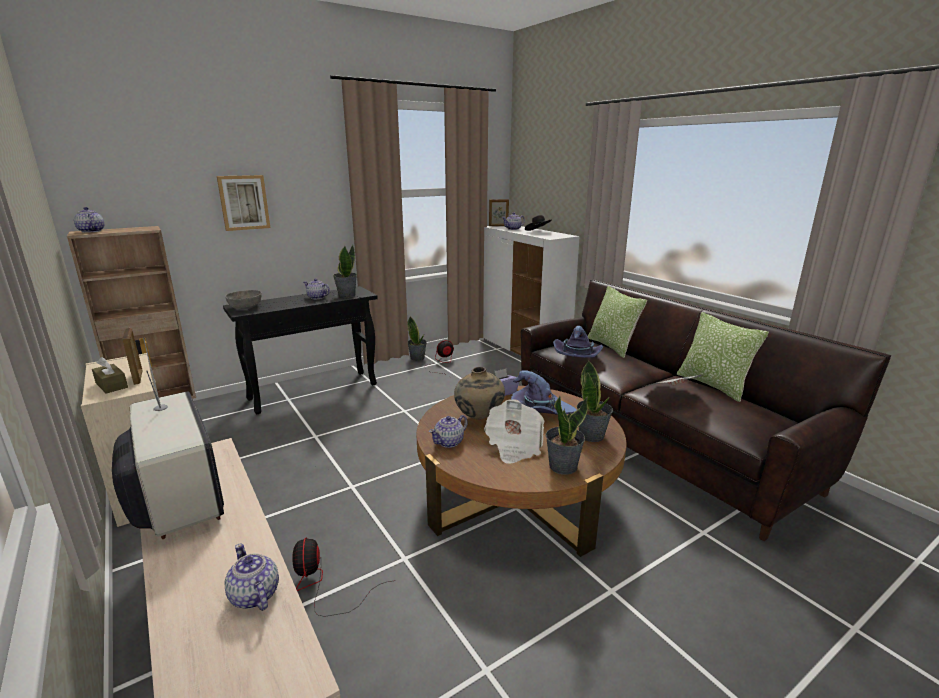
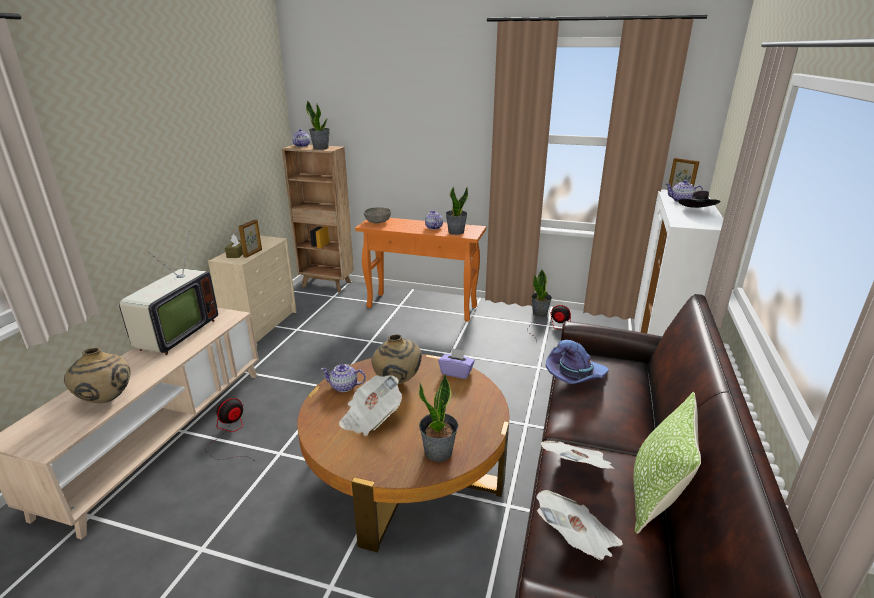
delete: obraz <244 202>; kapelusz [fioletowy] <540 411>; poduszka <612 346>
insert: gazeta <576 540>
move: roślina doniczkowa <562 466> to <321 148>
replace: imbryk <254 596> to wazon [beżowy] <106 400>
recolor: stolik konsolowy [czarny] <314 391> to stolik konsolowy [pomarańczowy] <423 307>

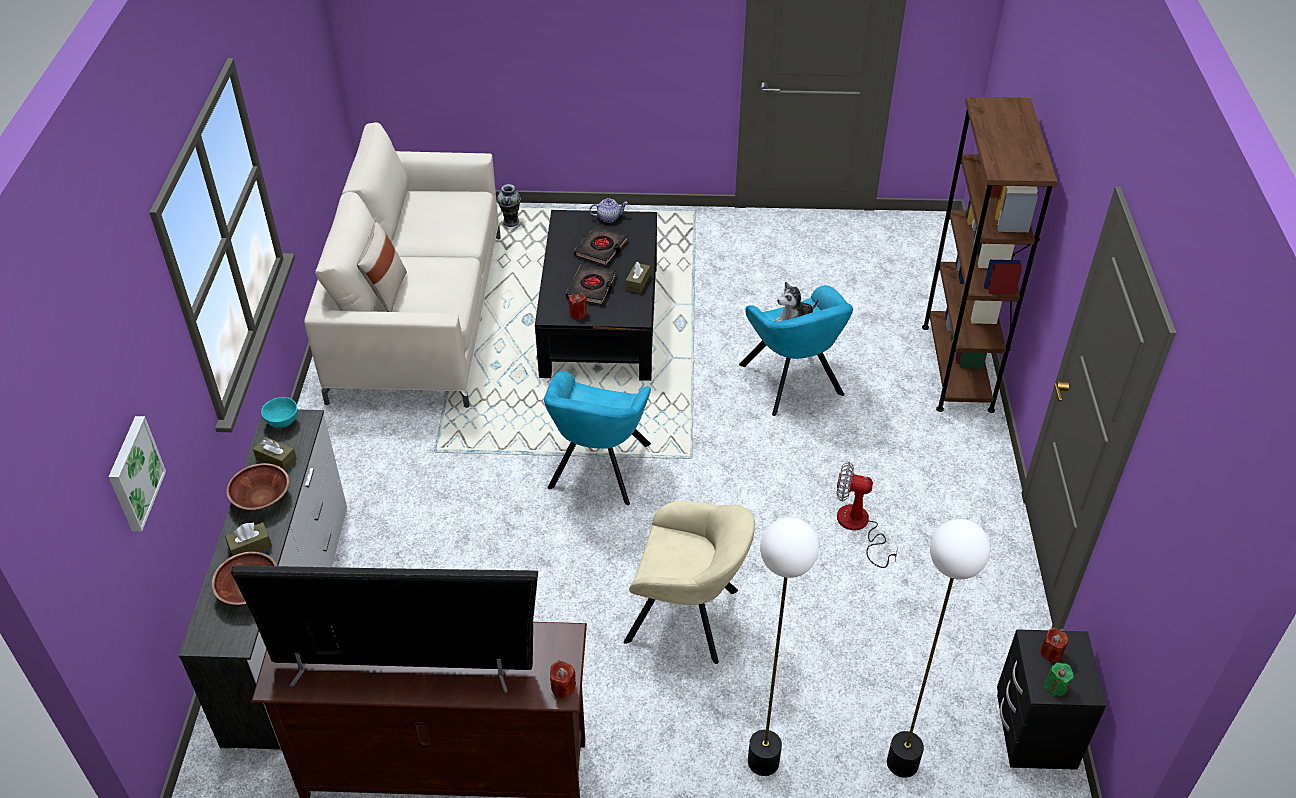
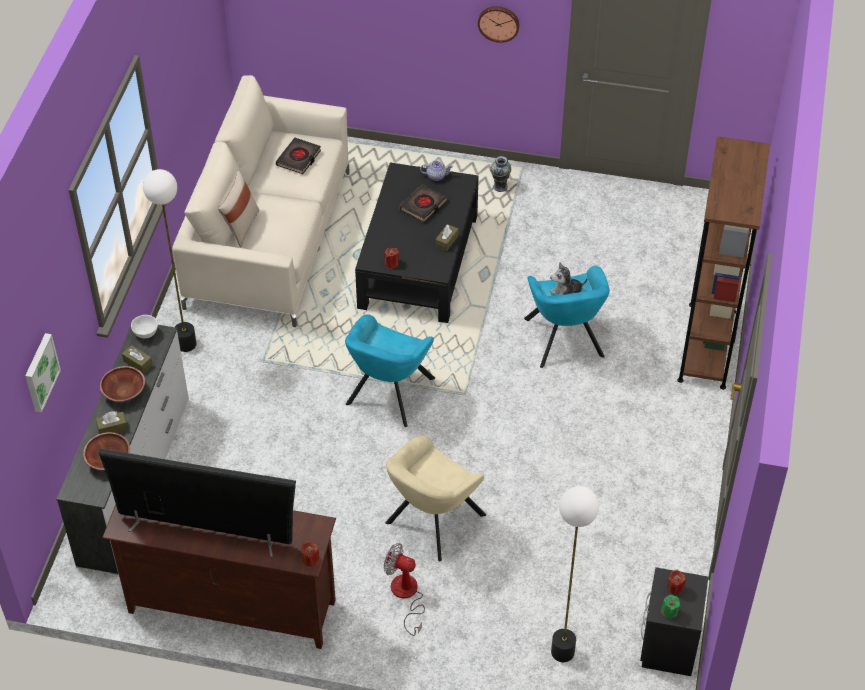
insert: zegar ścienny <499 22>
move: lampa stojąca <764 761> to <186 344>; książka [czarny] <592 288> to <299 158>; wentylator <858 527> to <406 596>; wazon <511 222> to <500 187>
recolor: miska [turkusowy] <283 422> to miska [biały] <146 334>
rotate: fotel [beżowy] <688 617> = <432 522> 105 degrees clockwise

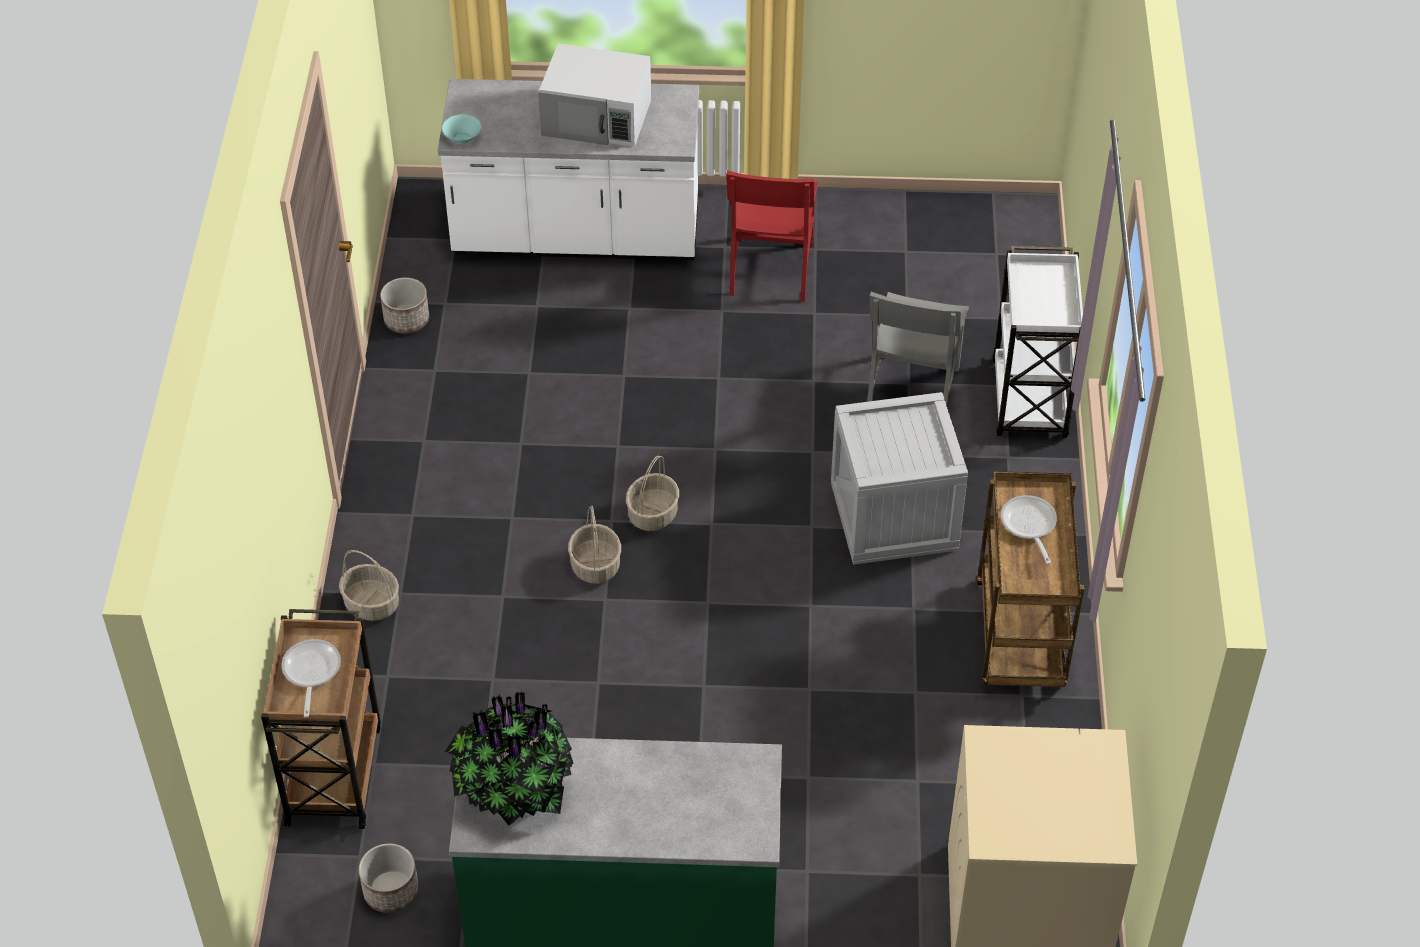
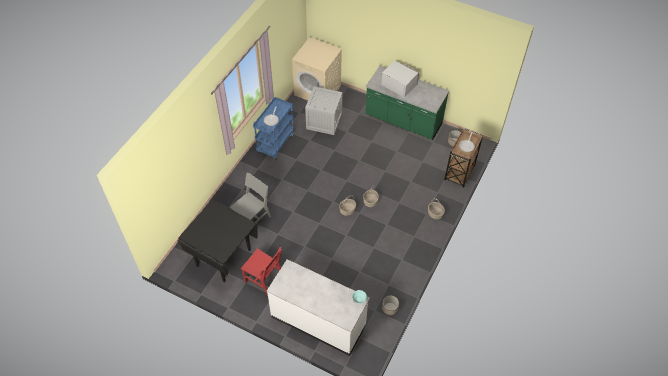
delete: roślina doniczkowa <513 790>; wózek [biały] <1029 401>
insert: stół jadalny [czarny] <223 257>
move: skrzynka <895 518> to <324 121>; mikrofalówka [biały] <597 117> to <398 84>
recolor: wózek [brązowy] <1021 637> to wózek [niebieski] <275 143>
rotate: krzesło [czerwony] <771 269> = <264 280> 90 degrees clockwise

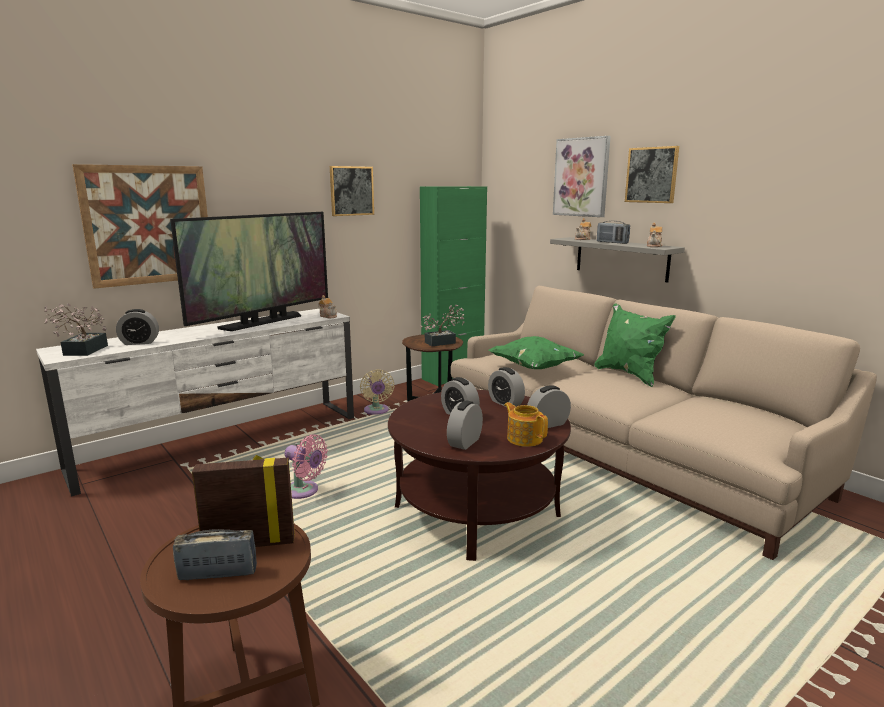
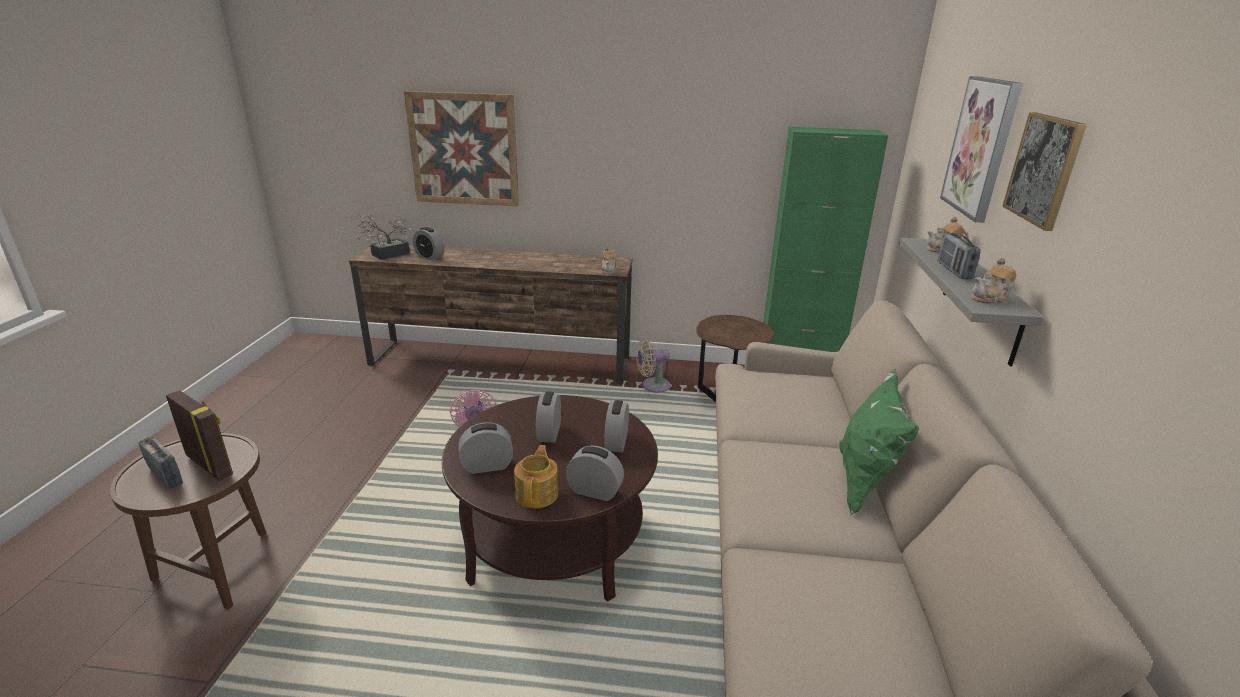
delete: telewizor <263 322>; obraz <351 191>; roślina doniczkowa <443 342>; poduszka [zielony] <533 368>
recolor: szafka pod telewizor [biały] <224 441> to szafka pod telewizor [brązowy] <501 362>
rotate: wentylator [beżowy] <376 411> = <652 386> 45 degrees clockwise

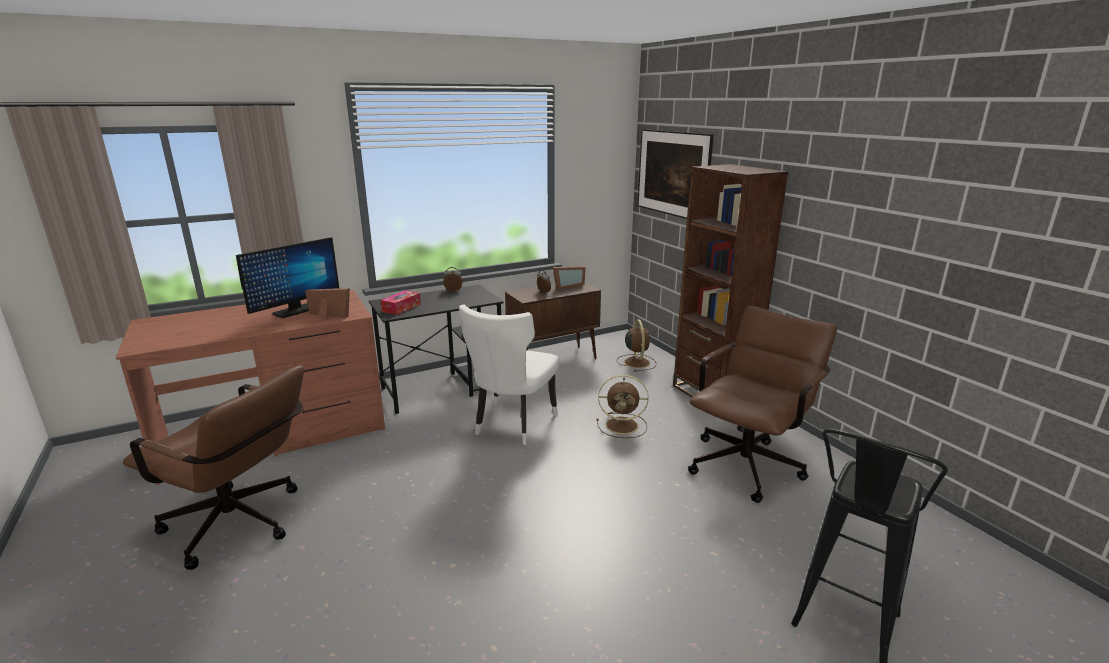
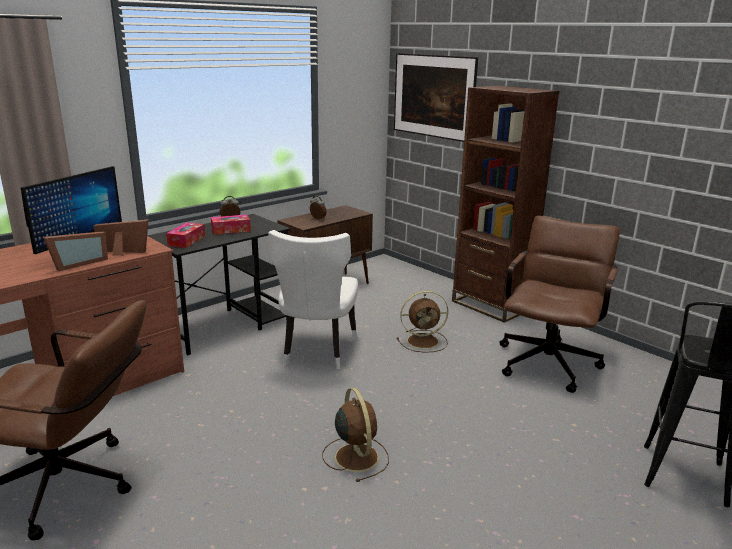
insert: pudełko chusteczek <231 230>
move: ramka na zdjęcie <567 286> to <77 263>; wentylator [brązowy] <636 362> to <356 456>

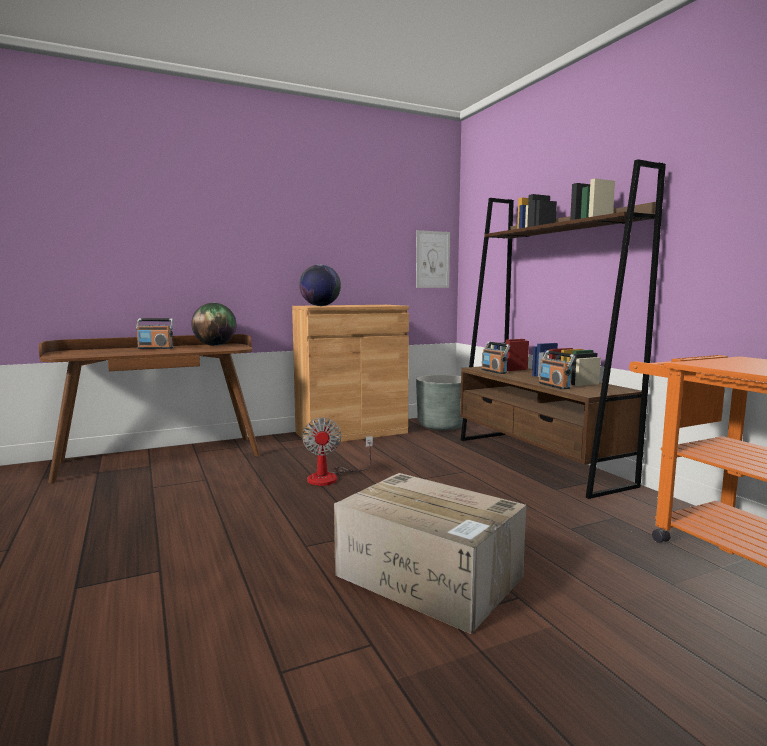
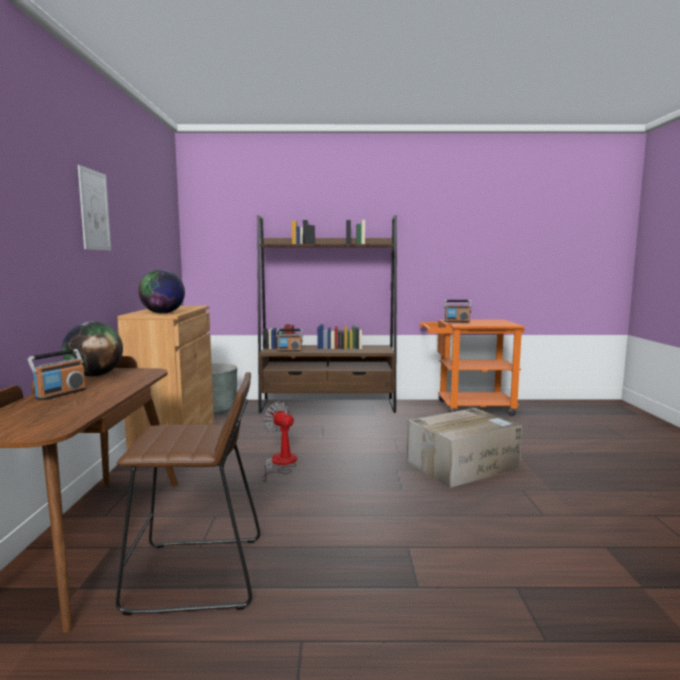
insert: stołek [brązowy] <196 574>
move: obraz <432 259> to <94 210>; radio <554 386> to <457 322>
rotate: wentylator <331 477> = <281 464> 150 degrees counterclockwise

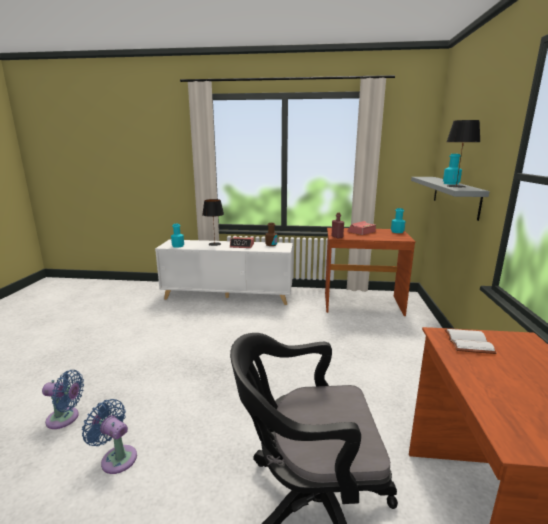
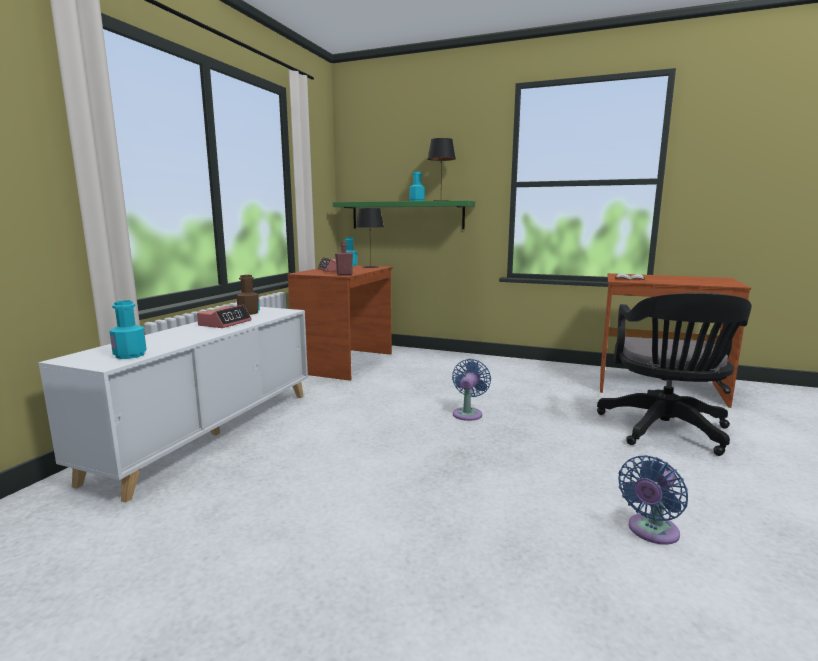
move: lampa stołowa [czarny] <214 244> to <370 267>; wentylator [niebieski] <65 418> to <468 413>
recolor: półka [szary] <455 196> to półka [zielony] <407 215>

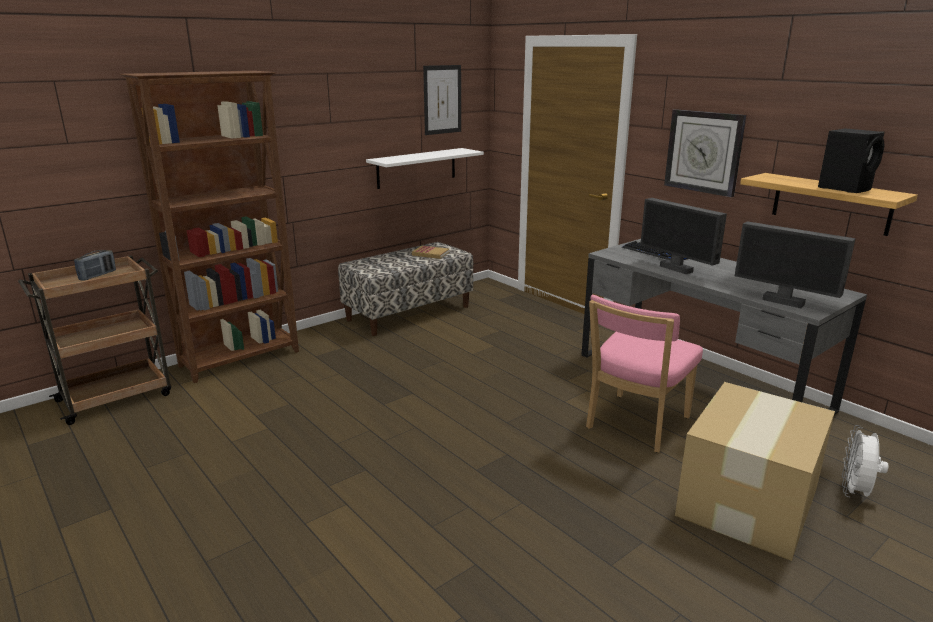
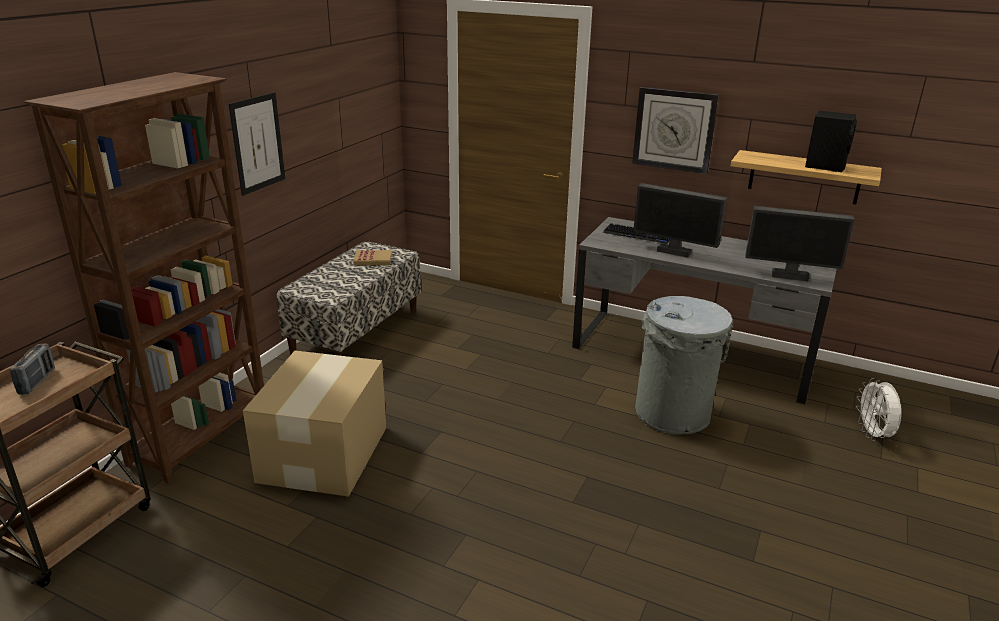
delete: półka [biały] <416 168>
move: obraz <442 99> to <257 143>; karton <745 503> to <322 455>
replace: krzesło [różowy] <635 425> to kosz na śmieci [szary] <673 414>

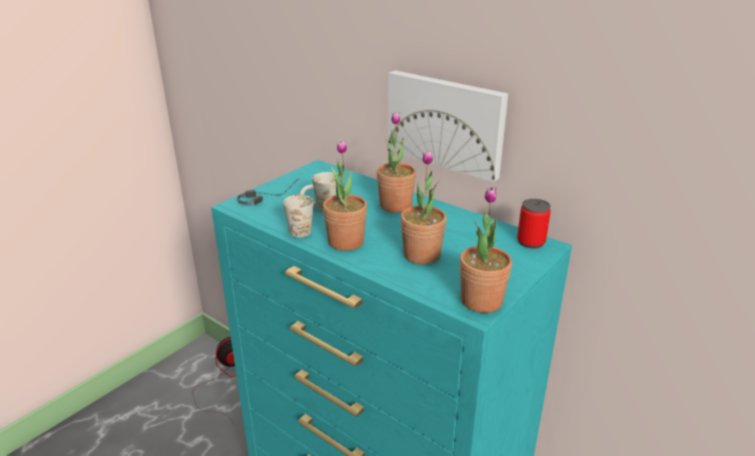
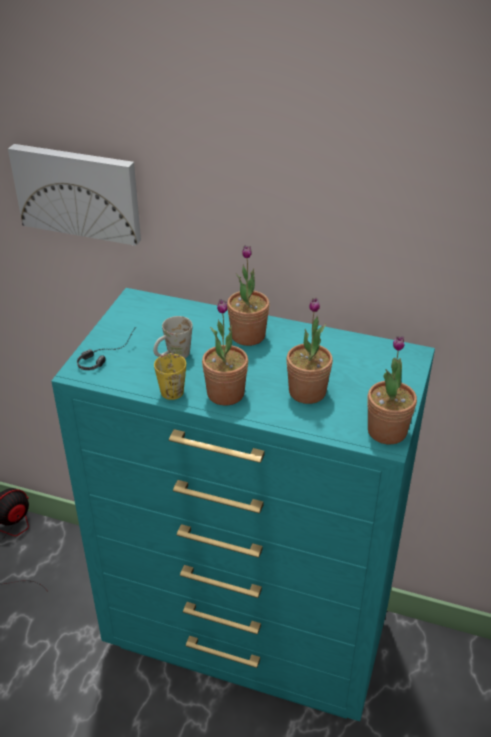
delete: puszka <531 242>
move: obraz <446 123> to <78 192>
recolor: kubek [biały] <302 228> to kubek [żółty] <171 387>

